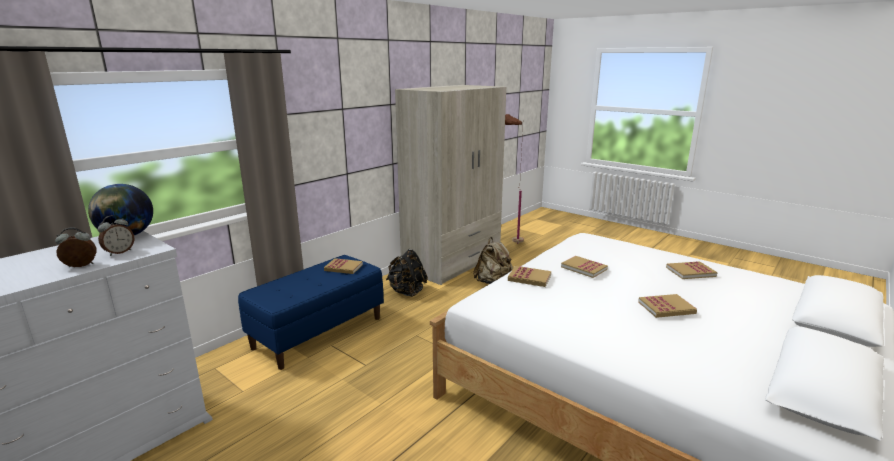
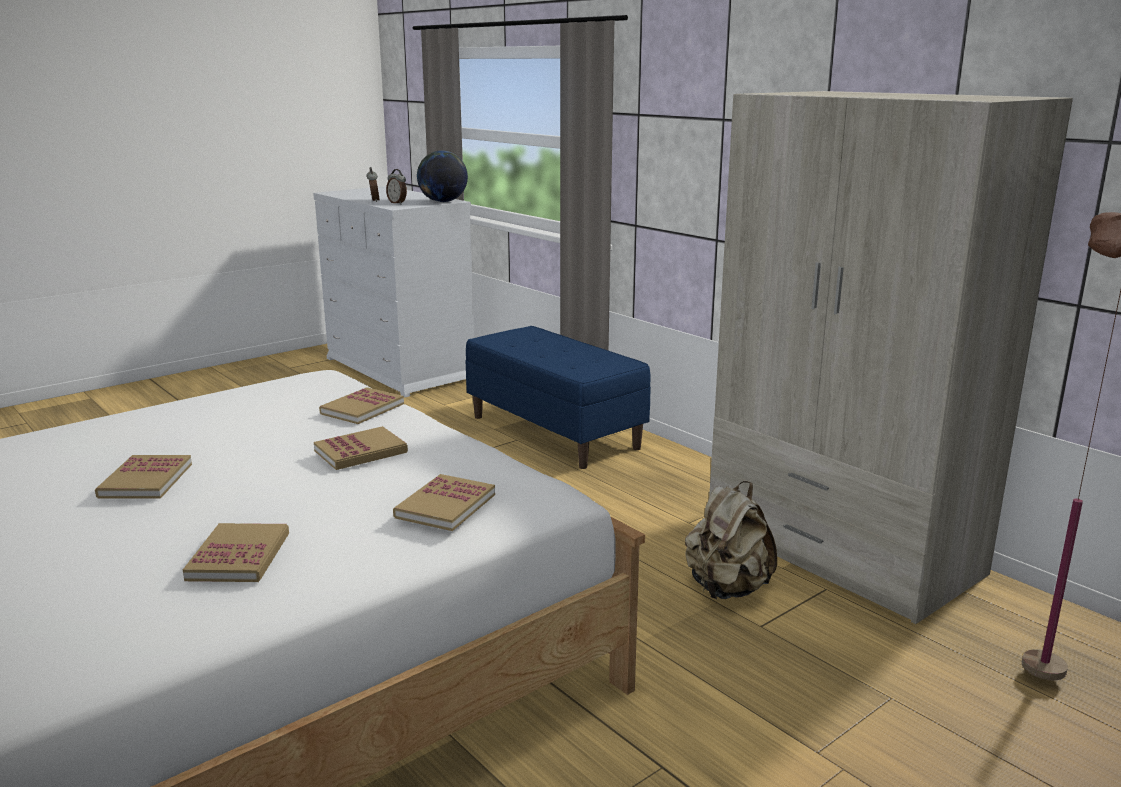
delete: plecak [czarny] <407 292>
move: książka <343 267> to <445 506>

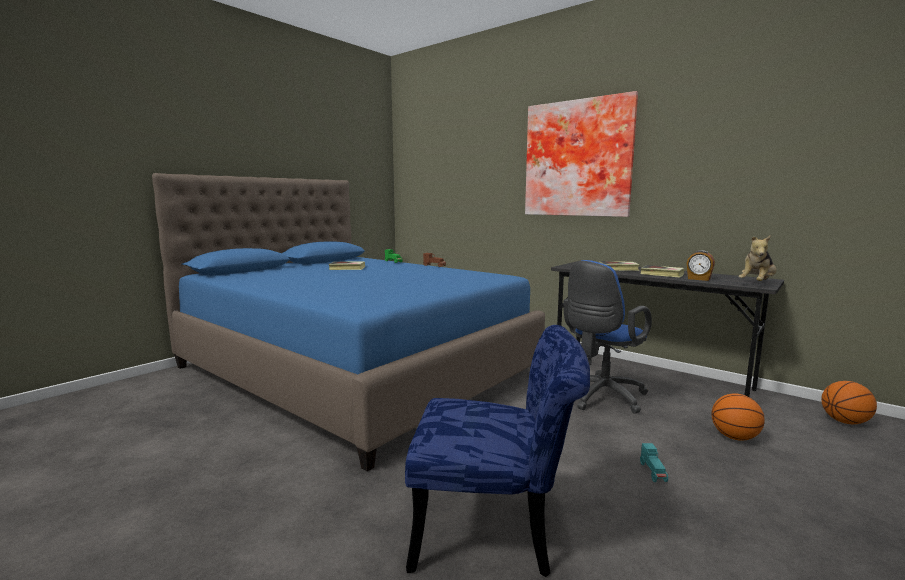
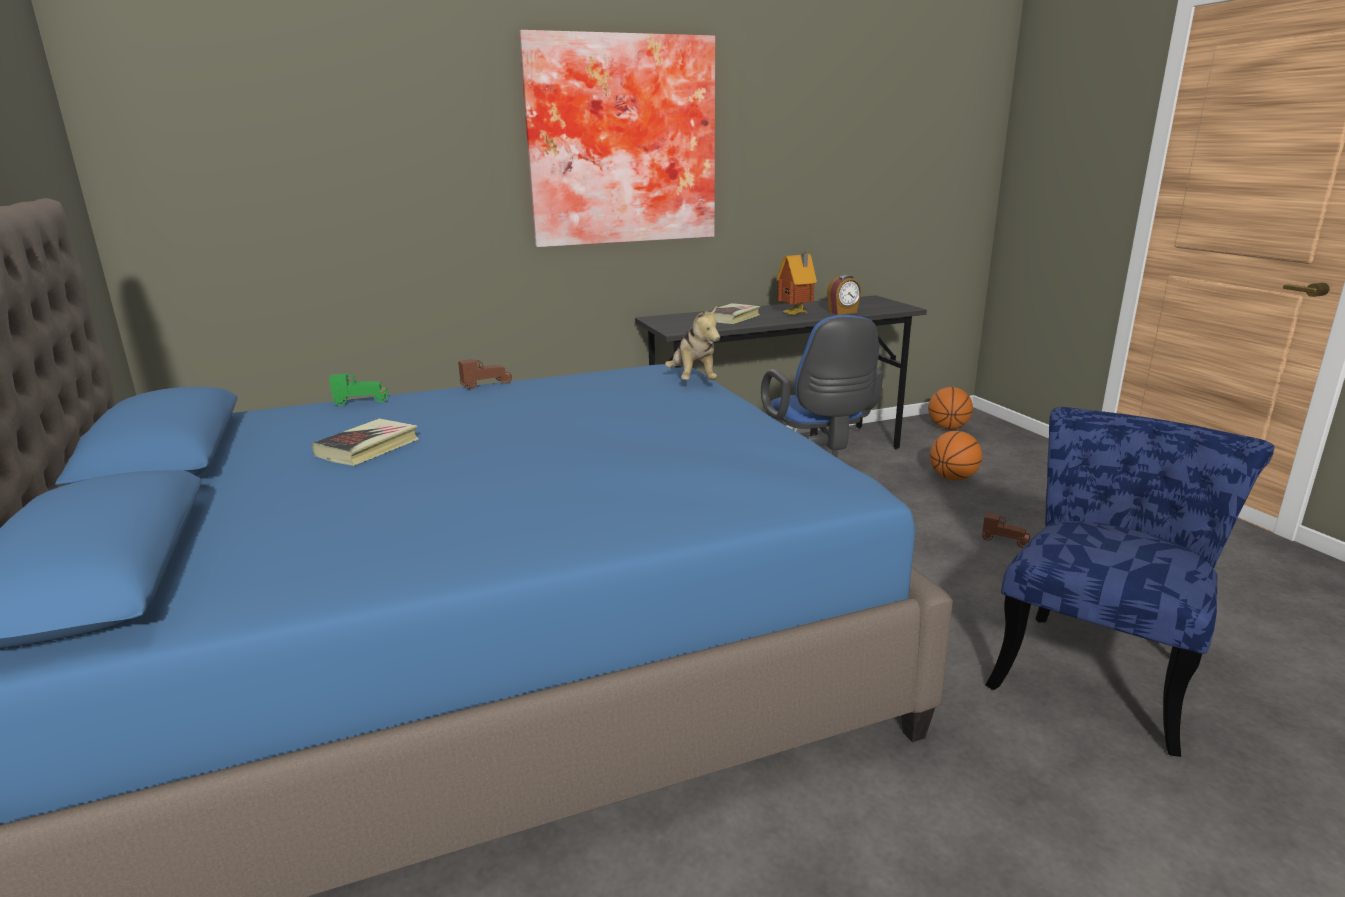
move: pluszak <757 284> to <692 381>
replace: książka <662 274> to domek <796 314>
recolor: samochodzik [turkusowy] <653 472> to samochodzik [brązowy] <1005 541>

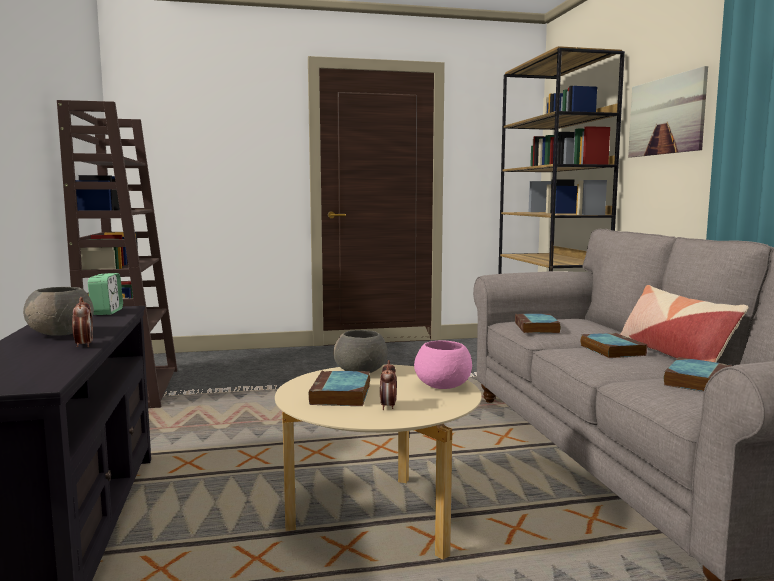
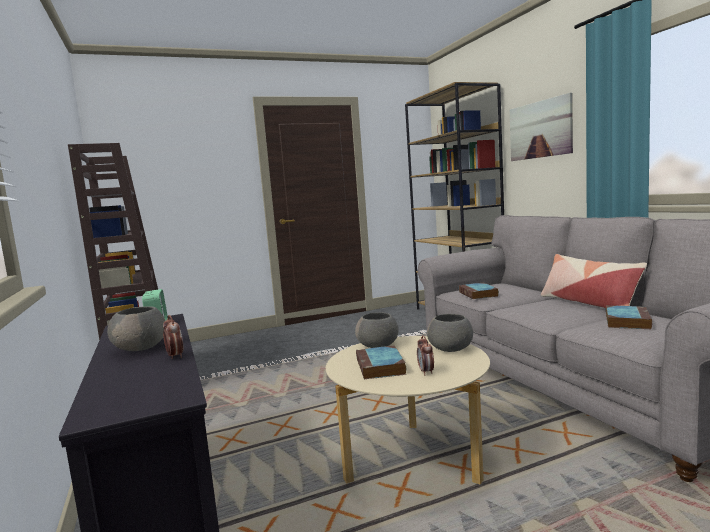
delete: książka <610 350>
recolor: miska [różowy] <443 386> to miska [szary] <451 349>

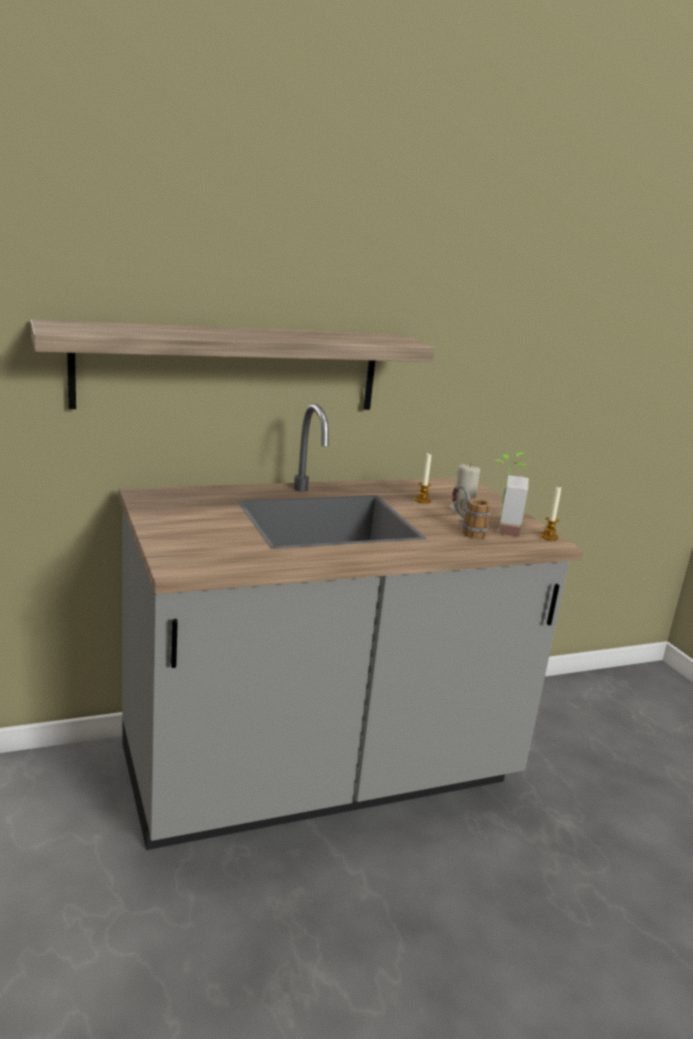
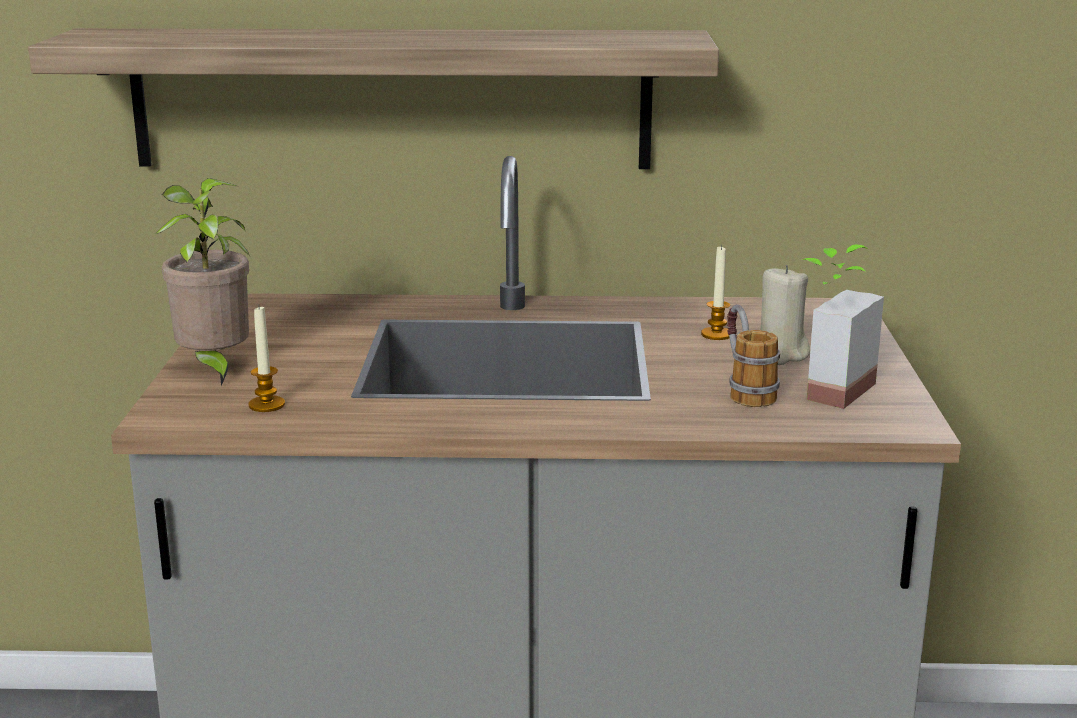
insert: roślina doniczkowa <214 369>
move: świeca <548 537> to <266 405>

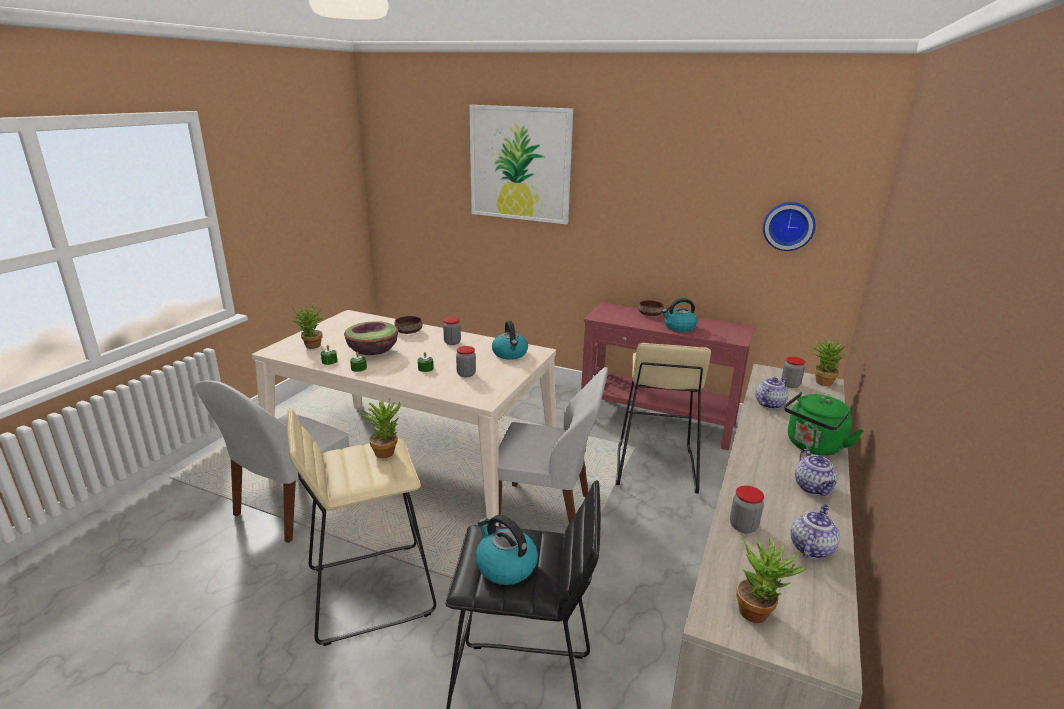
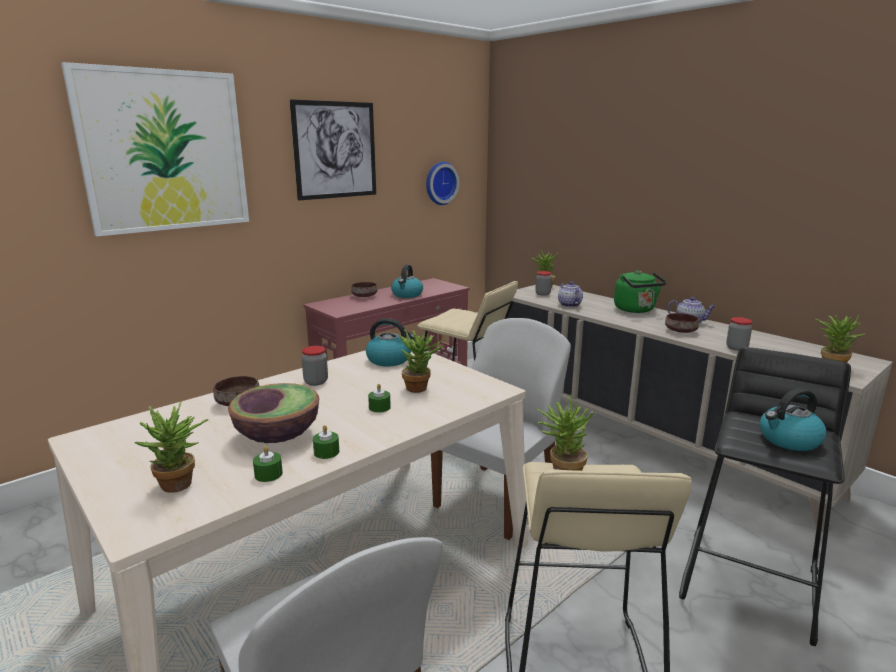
delete: imbryk <810 547>
insert: obraz <335 150>; miska [brązowy] <681 331>
replace: słoik <466 374> to roślina doniczkowa <421 388>

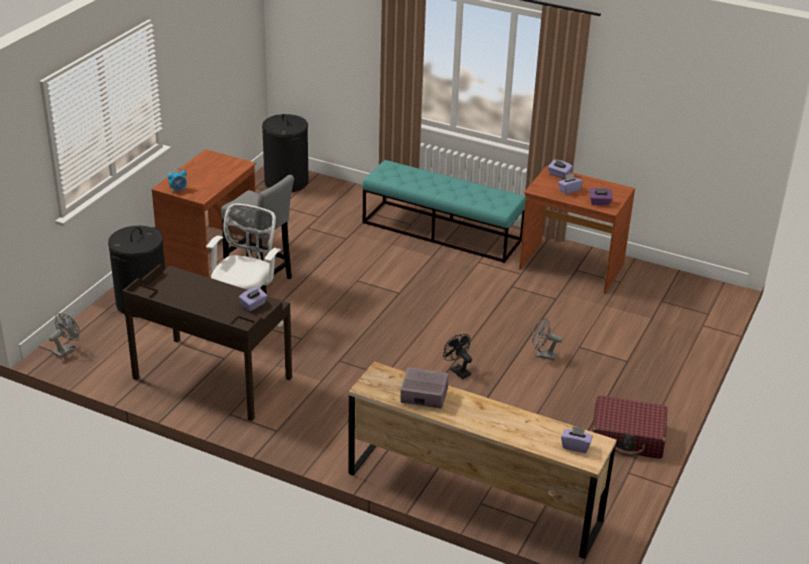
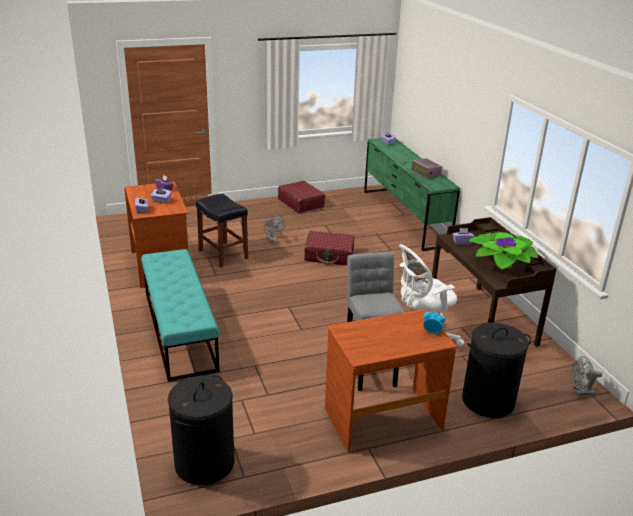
insert: stołek [czarny] <224 254>; roślina doniczkowa <501 264>
replace: wentylator [czarny] <457 371> to walizka [czerwony] <329 255>
recolor: komoda [brązowy] <473 497> to komoda [zielony] <404 217>

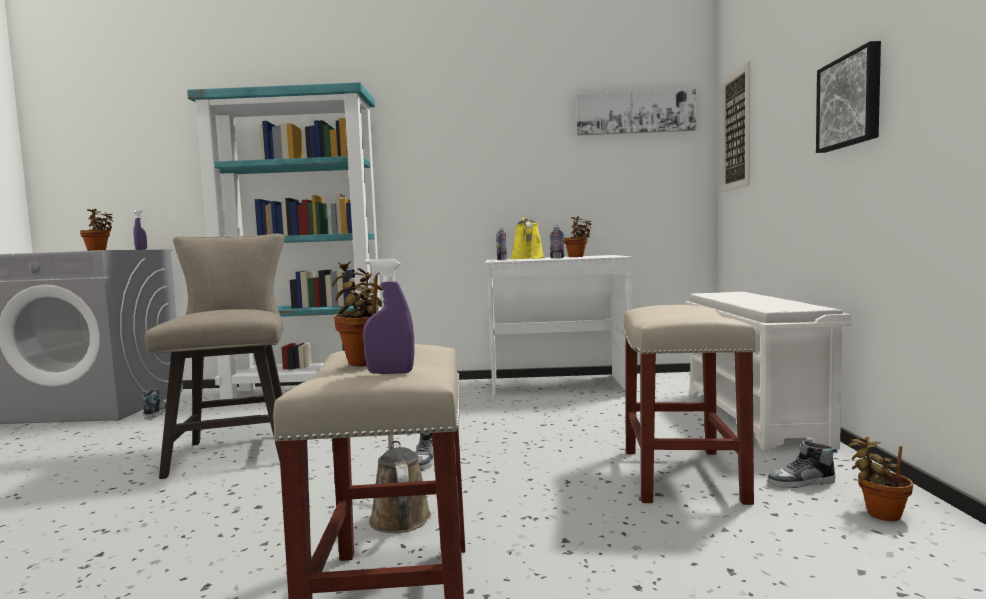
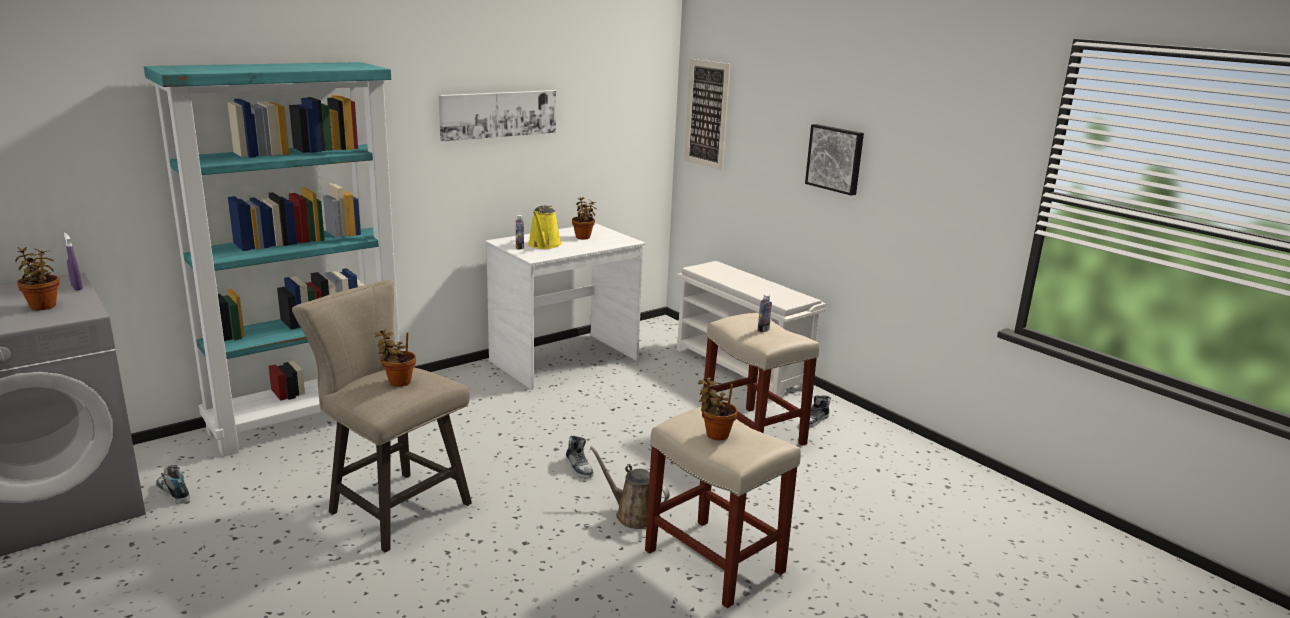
delete: spryskiwacz [fioletowy] <390 372>
move: roślina doniczkowa <879 513> to <397 381>; obraz <635 113> to <498 114>; butelka <557 258> to <763 330>
rotate: konewka [żółty] <527 258> = <544 245> 135 degrees counterclockwise

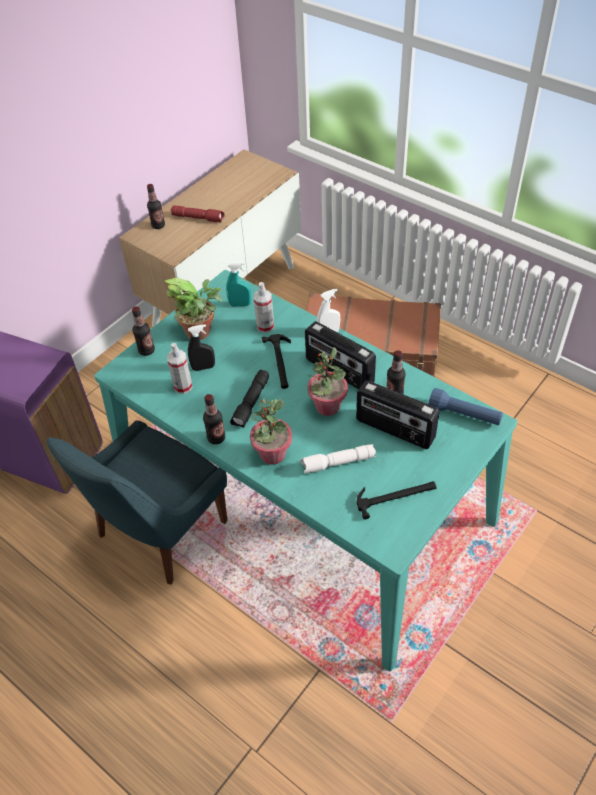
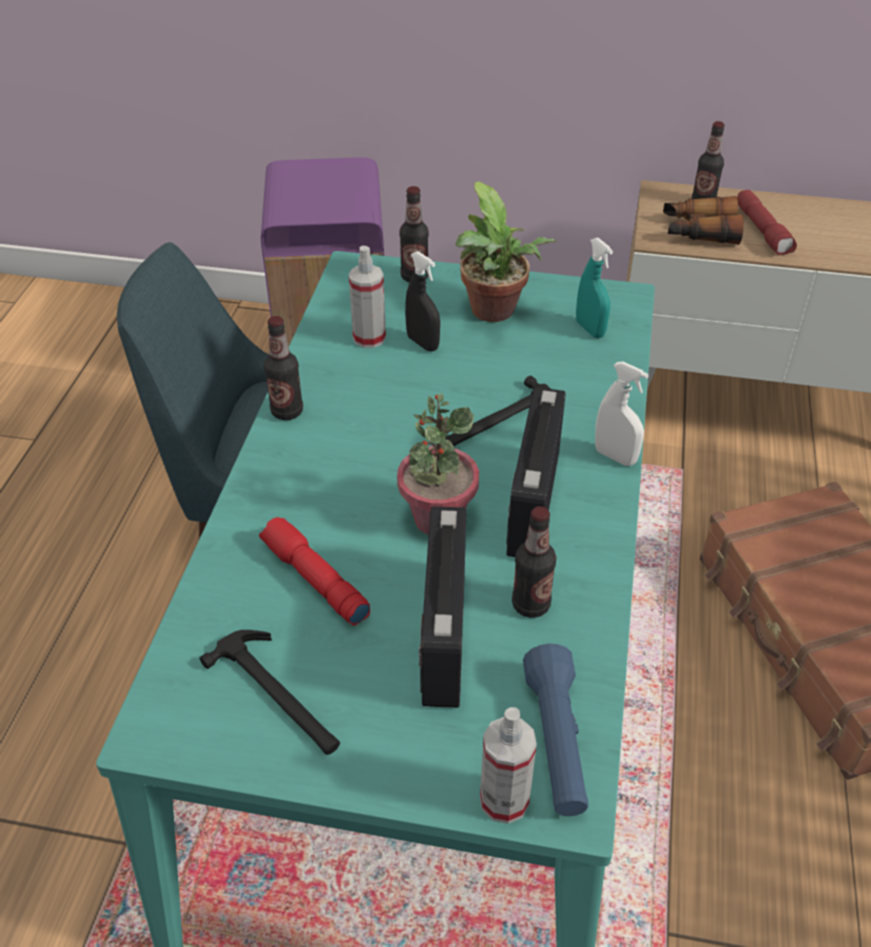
delete: latarka [czarny] <251 403>; roślina doniczkowa <272 454>
insert: lornetka <699 231>
move: spryskiwacz <265 326> to <504 800>
recolor: latarka [biały] <338 463> to latarka [czerwony] <314 580>

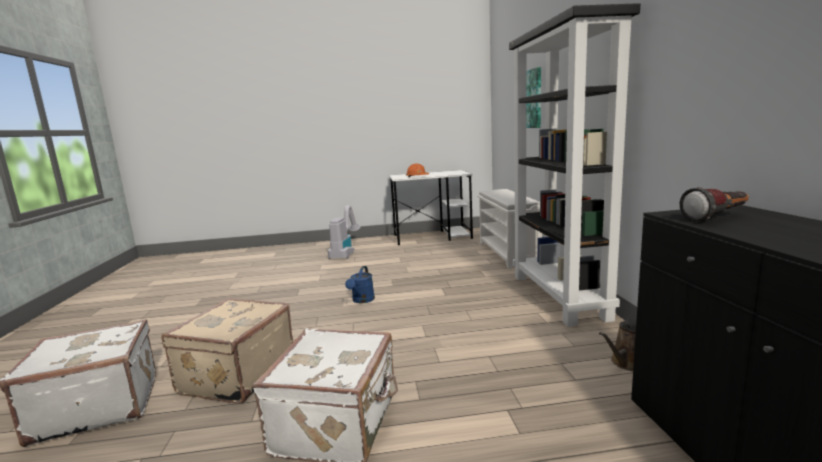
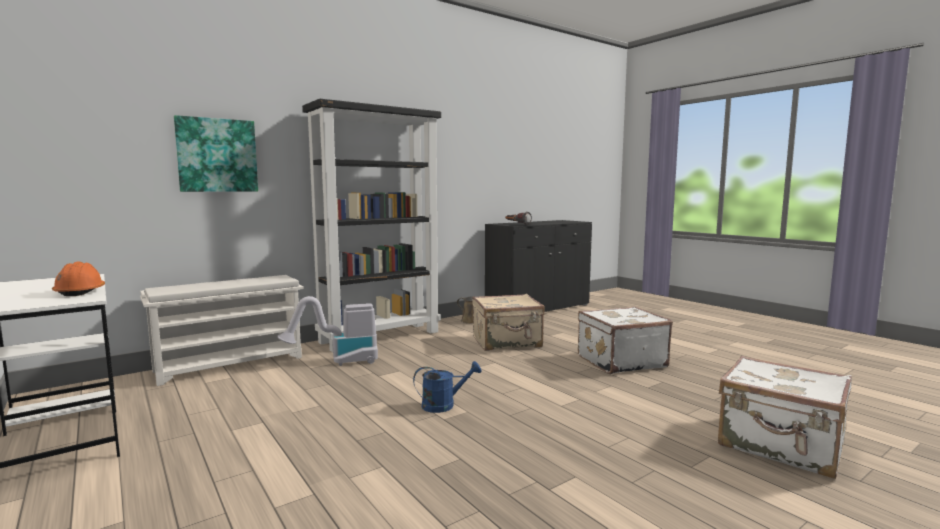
move: odkurzacz <345 252> to <338 362>; walizka [beżowy] <236 375> to <507 342>

